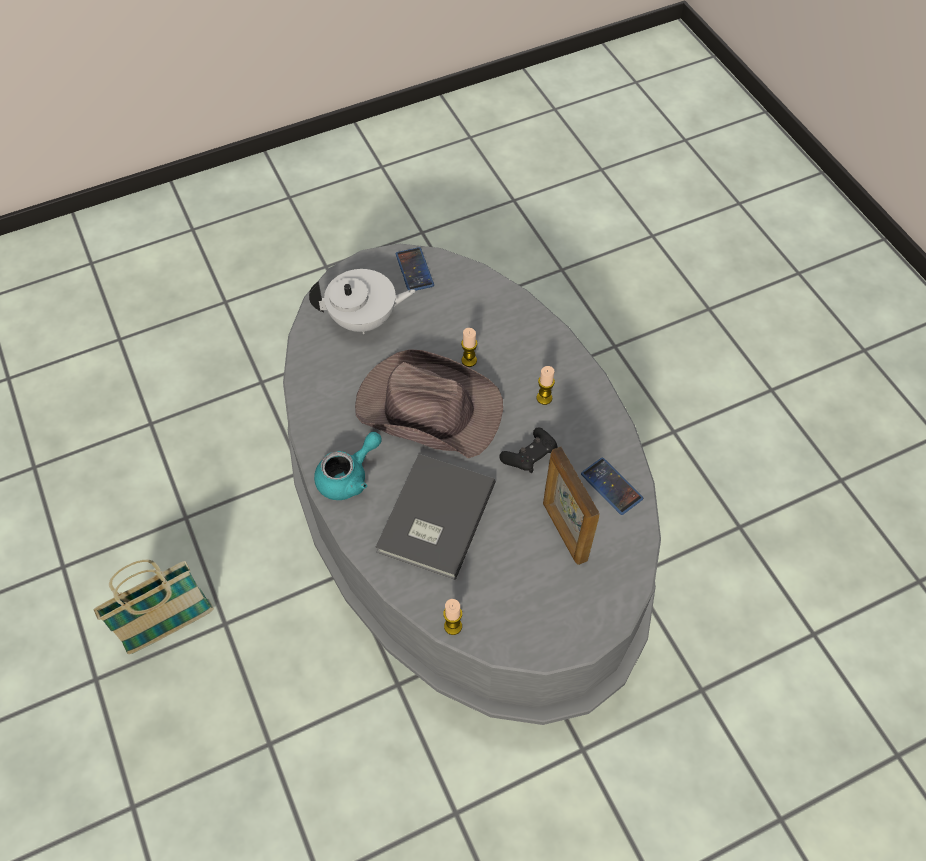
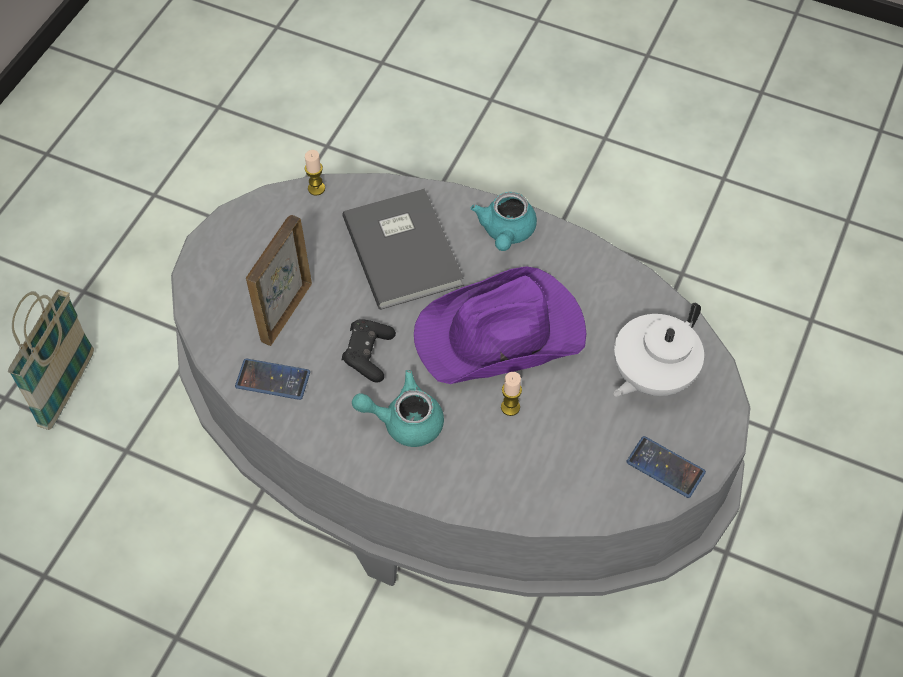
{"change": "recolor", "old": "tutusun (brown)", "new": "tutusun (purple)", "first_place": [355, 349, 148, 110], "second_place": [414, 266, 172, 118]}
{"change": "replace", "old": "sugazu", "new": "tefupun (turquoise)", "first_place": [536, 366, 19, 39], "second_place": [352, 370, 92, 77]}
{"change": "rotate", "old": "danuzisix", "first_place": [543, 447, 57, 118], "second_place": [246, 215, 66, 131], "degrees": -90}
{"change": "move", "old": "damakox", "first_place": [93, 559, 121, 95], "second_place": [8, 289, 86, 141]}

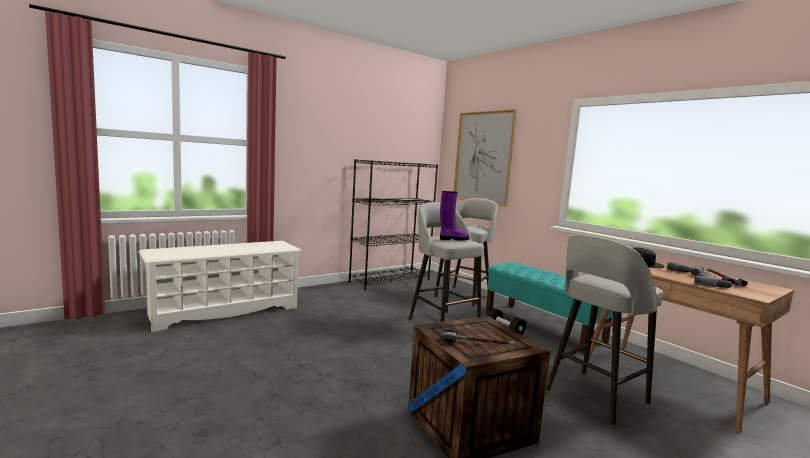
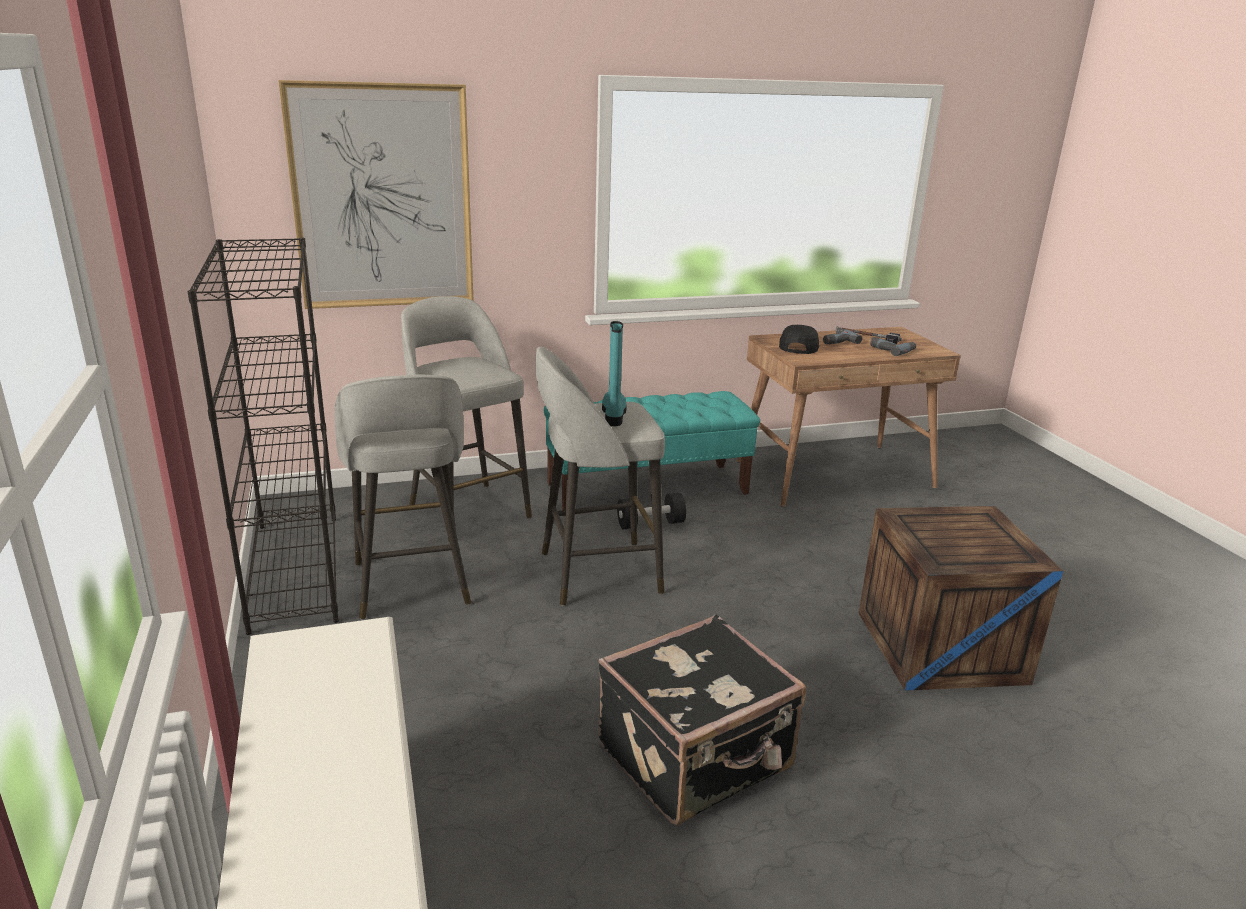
{"change": "recolor", "old": "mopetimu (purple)", "new": "mopetimu (turquoise)", "first_place": [440, 191, 29, 50], "second_place": [602, 321, 25, 105]}
{"change": "move", "old": "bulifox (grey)", "first_place": [546, 235, 117, 191], "second_place": [335, 375, 136, 244]}
{"change": "delete", "old": "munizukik", "first_place": [441, 329, 73, 17]}
{"change": "insert", "new": "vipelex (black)", "second_place": [599, 614, 207, 211]}

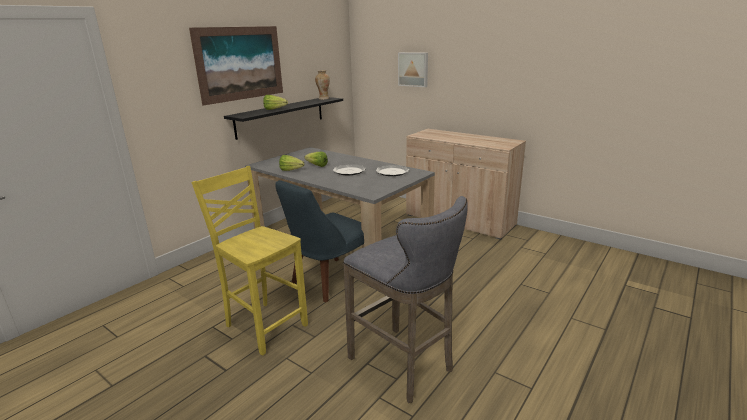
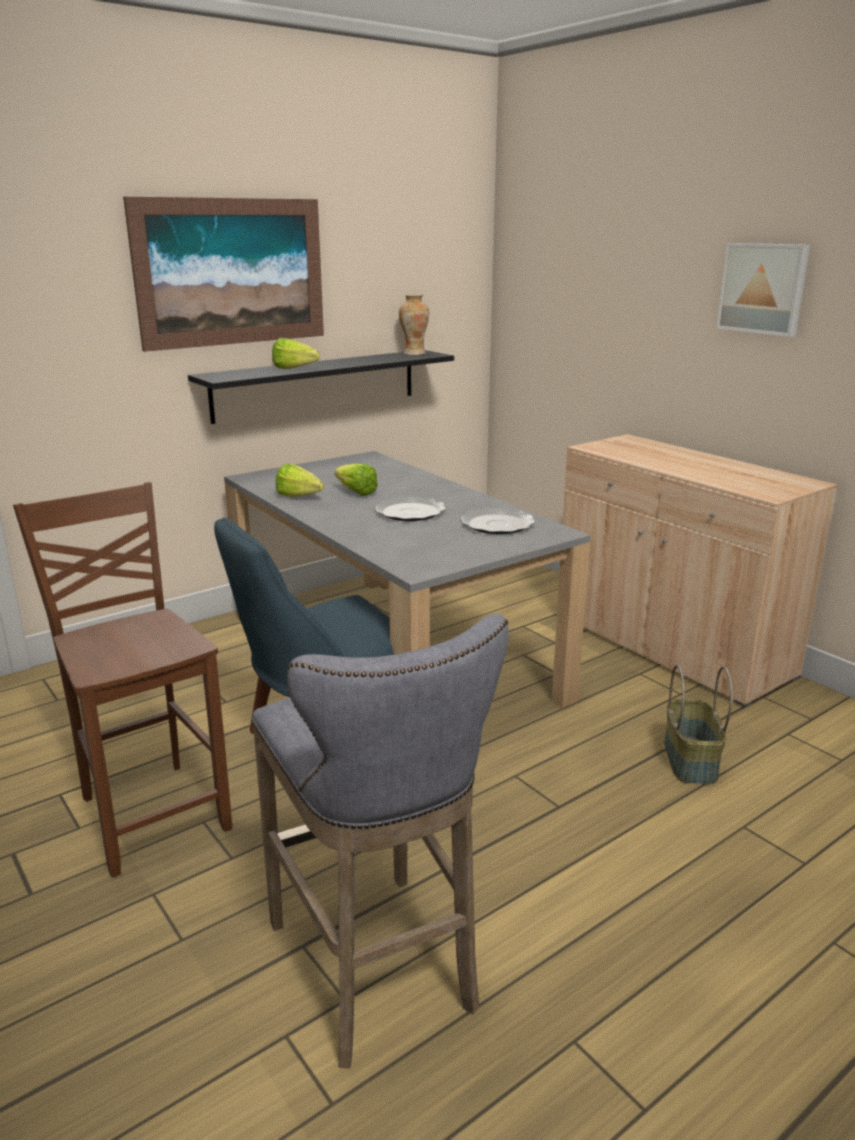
{"change": "move", "old": "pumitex", "first_place": [398, 52, 30, 35], "second_place": [716, 243, 94, 94]}
{"change": "recolor", "old": "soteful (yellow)", "new": "soteful (brown)", "first_place": [192, 166, 116, 190], "second_place": [13, 482, 219, 396]}
{"change": "insert", "new": "damakox", "second_place": [664, 665, 69, 119]}

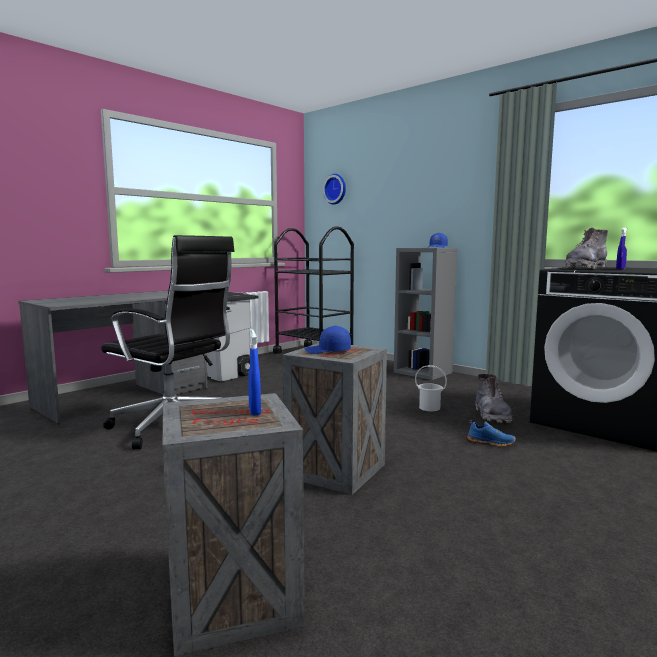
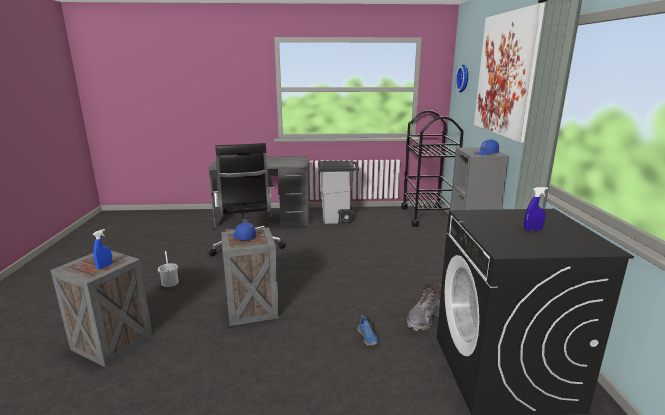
{"change": "delete", "old": "mopetimu (grey)", "first_place": [565, 228, 43, 41]}
{"change": "move", "old": "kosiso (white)", "first_place": [415, 365, 32, 46], "second_place": [158, 251, 21, 36]}
{"change": "insert", "new": "pumitex", "second_place": [474, 3, 71, 139]}

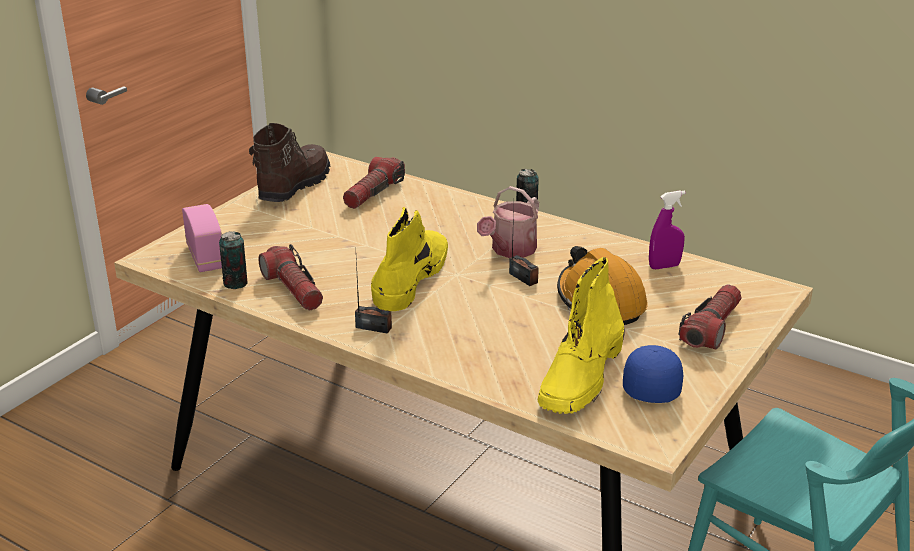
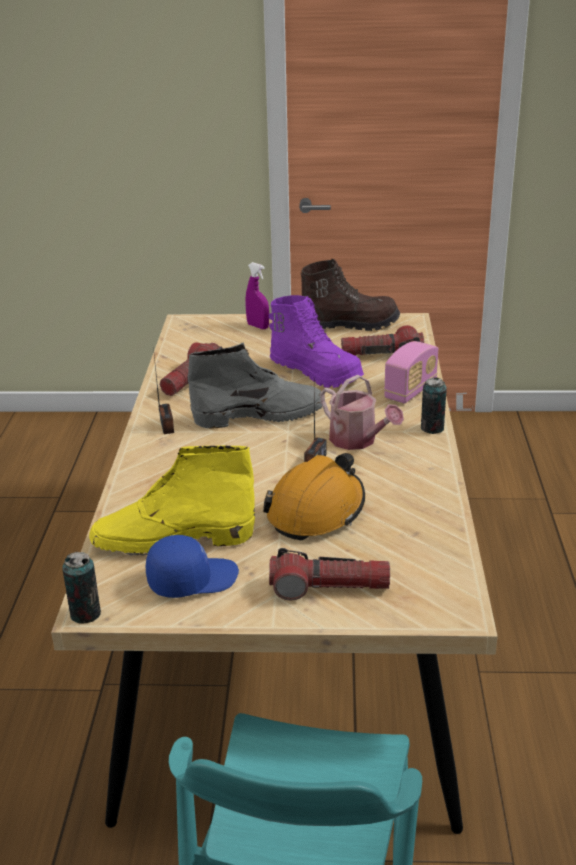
{"change": "rotate", "old": "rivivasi", "first_place": [477, 186, 62, 72], "second_place": [320, 375, 84, 75], "degrees": -135}
{"change": "move", "old": "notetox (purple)", "first_place": [649, 191, 37, 78], "second_place": [246, 262, 23, 67]}
{"change": "move", "old": "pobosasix", "first_place": [182, 204, 40, 68], "second_place": [384, 341, 54, 62]}
{"change": "recolor", "old": "mopetimu (yellow)", "new": "mopetimu (grey)", "first_place": [371, 207, 77, 104], "second_place": [188, 343, 134, 86]}
{"change": "move", "old": "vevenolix", "first_place": [219, 231, 29, 58], "second_place": [62, 552, 39, 72]}
{"change": "insert", "new": "mopetimu (purple)", "second_place": [269, 295, 95, 93]}

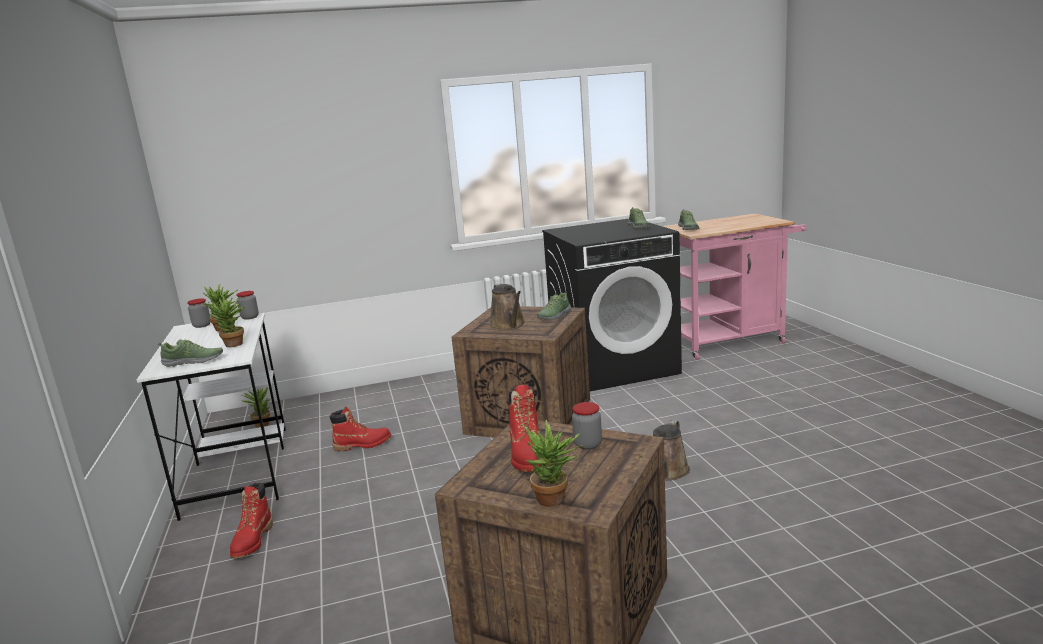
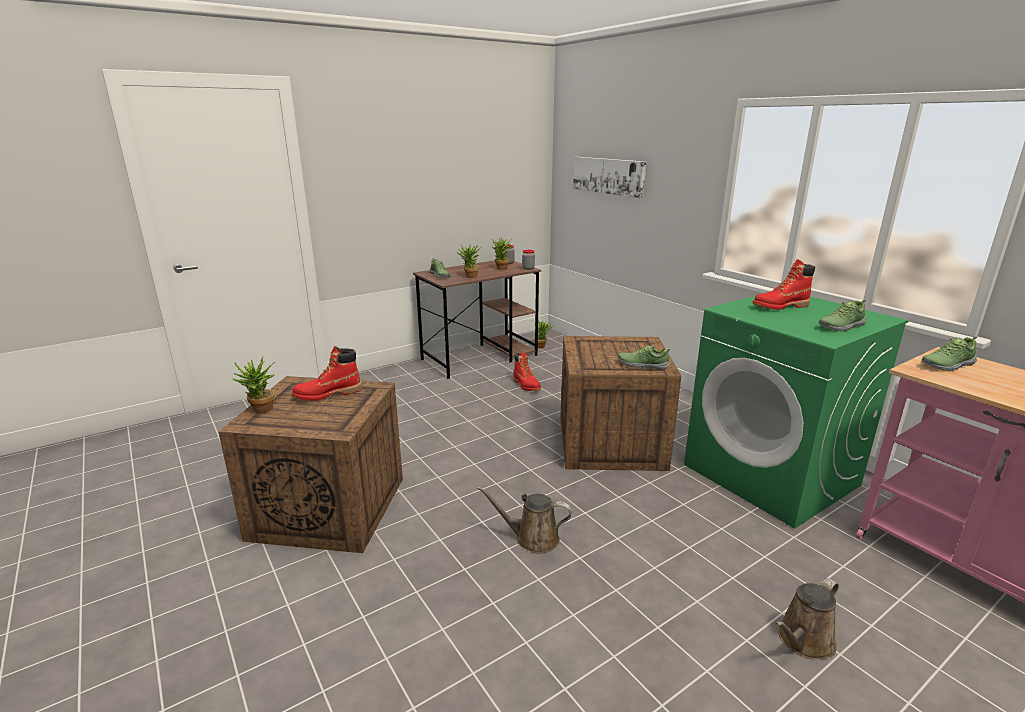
{"change": "recolor", "old": "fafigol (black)", "new": "fafigol (green)", "first_place": [542, 219, 140, 172], "second_place": [684, 293, 224, 235]}
{"change": "move", "old": "rivivasi (brown)", "first_place": [490, 283, 35, 48], "second_place": [775, 578, 64, 82]}
{"change": "recolor", "old": "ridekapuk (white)", "new": "ridekapuk (brown)", "first_place": [137, 313, 149, 208], "second_place": [413, 260, 128, 119]}
{"change": "delete", "old": "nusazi", "first_place": [572, 402, 30, 48]}
{"change": "move", "old": "mopetimu (red)", "first_place": [230, 483, 43, 75], "second_place": [753, 259, 62, 51]}
{"change": "insert", "new": "pumitex", "second_place": [573, 157, 73, 41]}

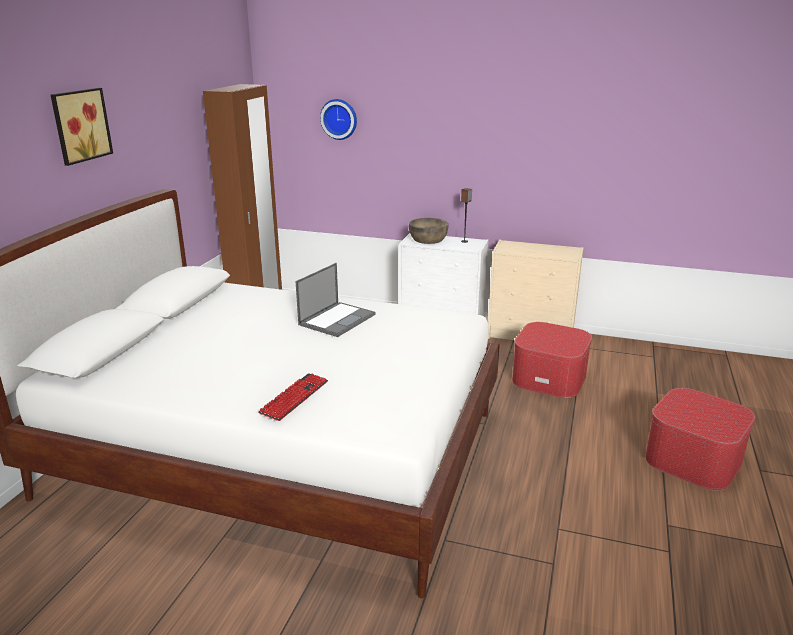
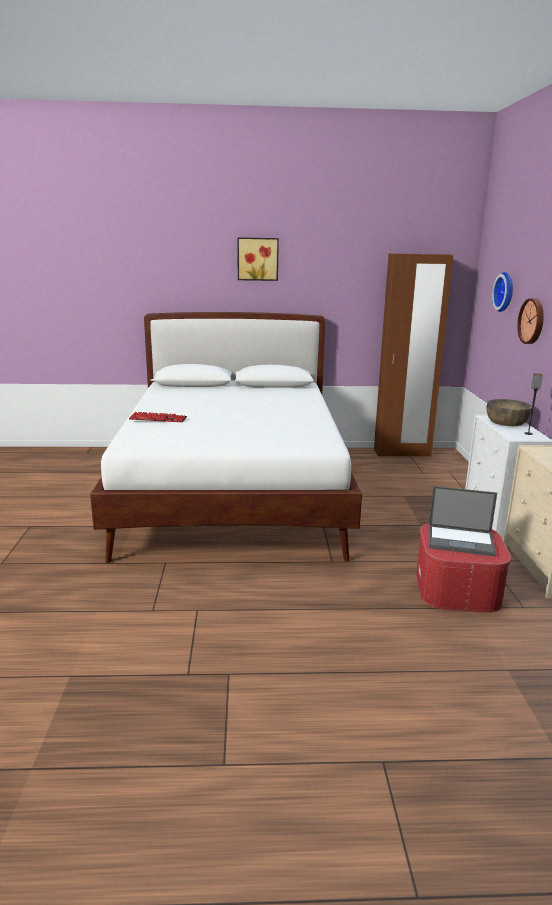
{"change": "move", "old": "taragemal", "first_place": [296, 263, 80, 74], "second_place": [429, 486, 68, 71]}
{"change": "delete", "old": "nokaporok", "first_place": [645, 388, 110, 103]}
{"change": "insert", "new": "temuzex", "second_place": [517, 298, 27, 46]}

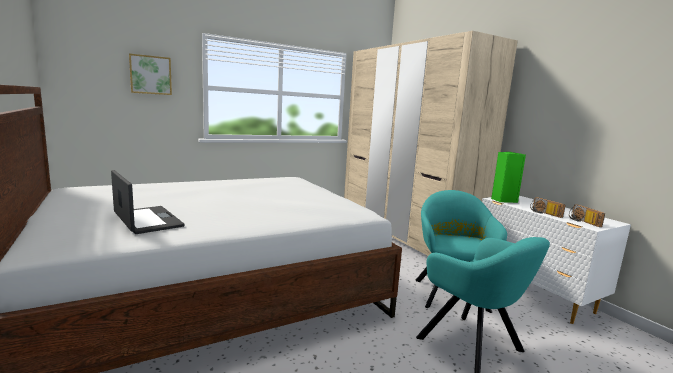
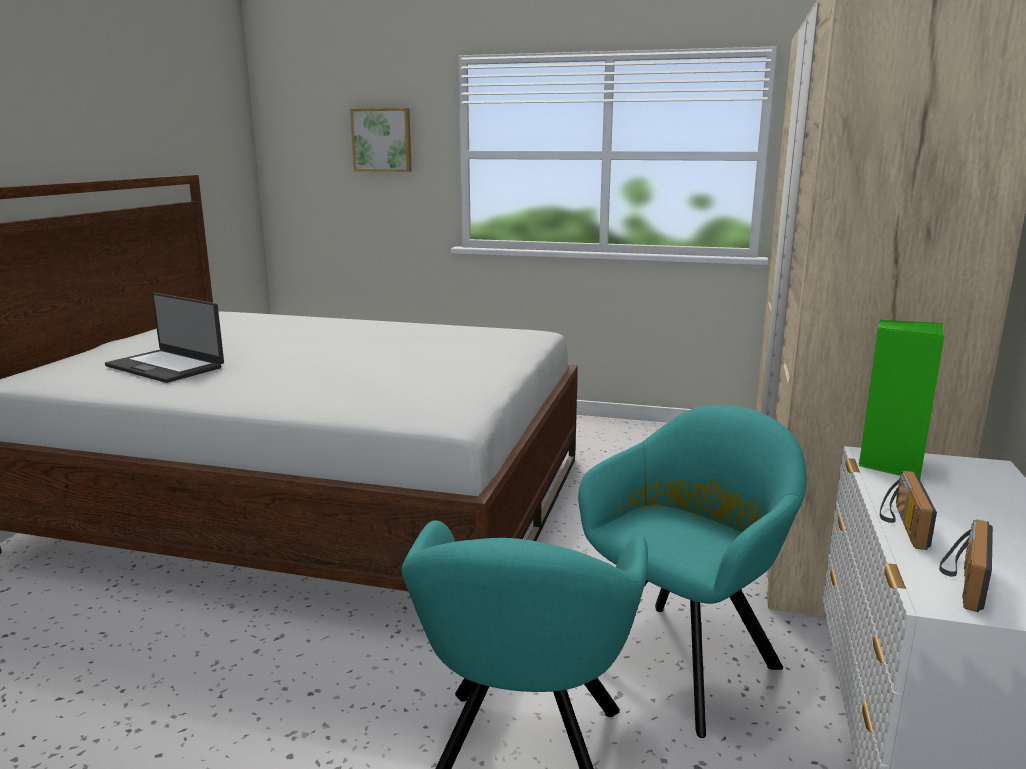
{"change": "rotate", "old": "taragemal", "first_place": [111, 170, 74, 64], "second_place": [105, 293, 119, 90], "degrees": 120}

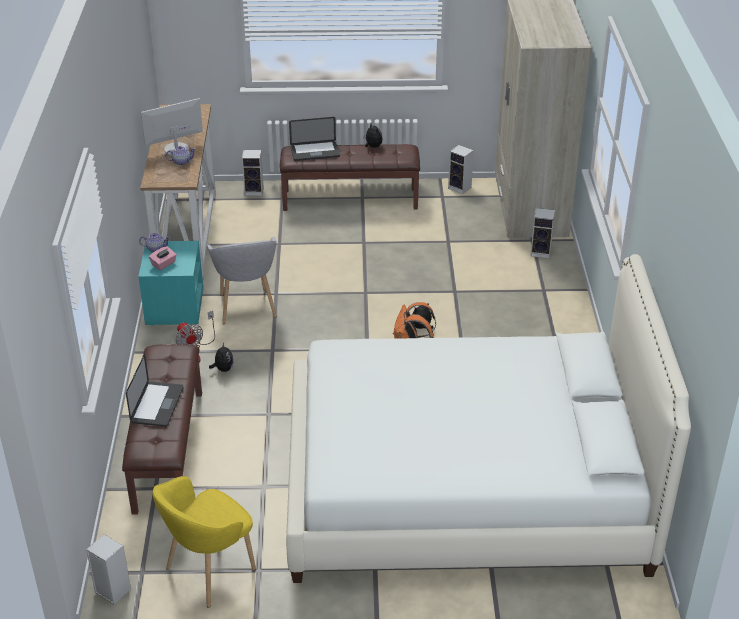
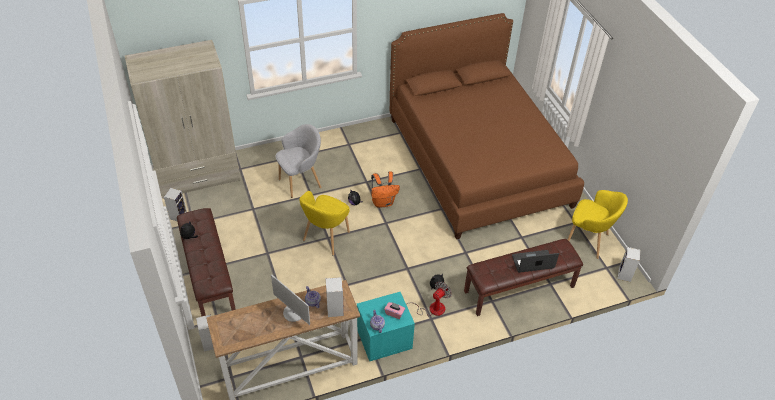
{"change": "delete", "old": "taragemal", "first_place": [289, 117, 51, 44]}
{"change": "move", "old": "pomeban", "first_place": [531, 208, 24, 50], "second_place": [326, 277, 18, 40]}
{"change": "move", "old": "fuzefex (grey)", "first_place": [207, 236, 70, 88], "second_place": [275, 124, 47, 74]}
{"change": "recolor", "old": "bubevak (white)", "new": "bubevak (brown)", "first_place": [286, 254, 405, 329], "second_place": [390, 13, 194, 226]}
{"change": "insert", "new": "fuzefex (yellow)", "second_place": [299, 191, 51, 64]}

